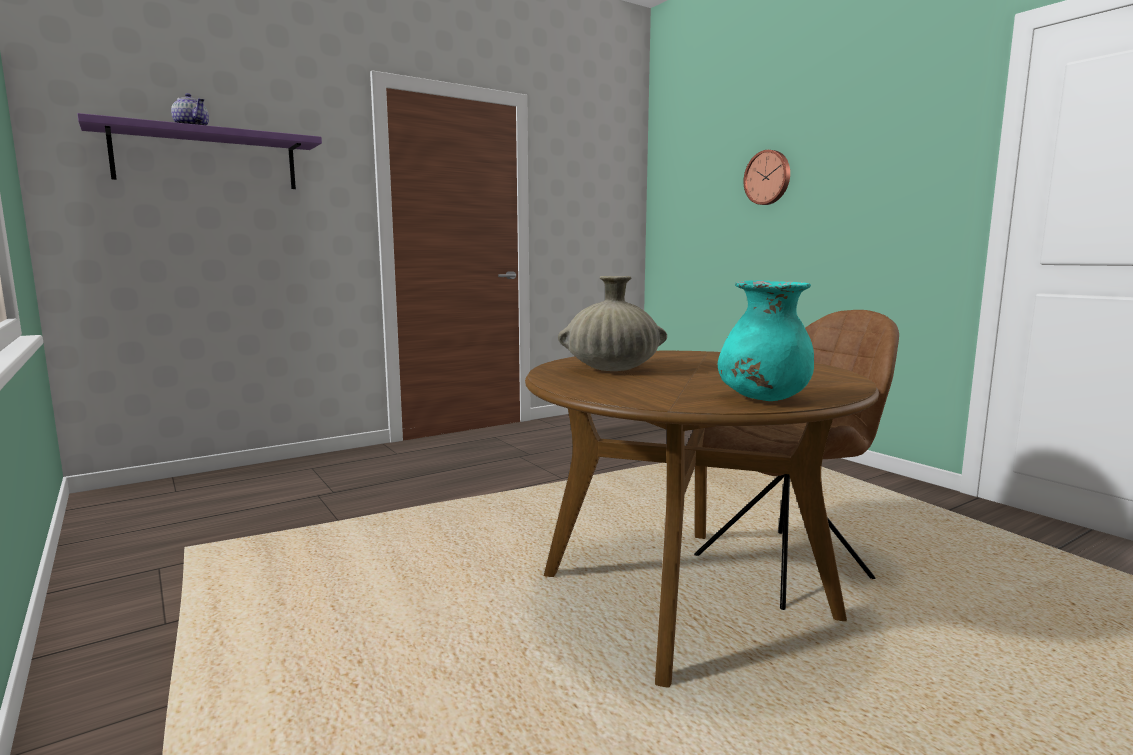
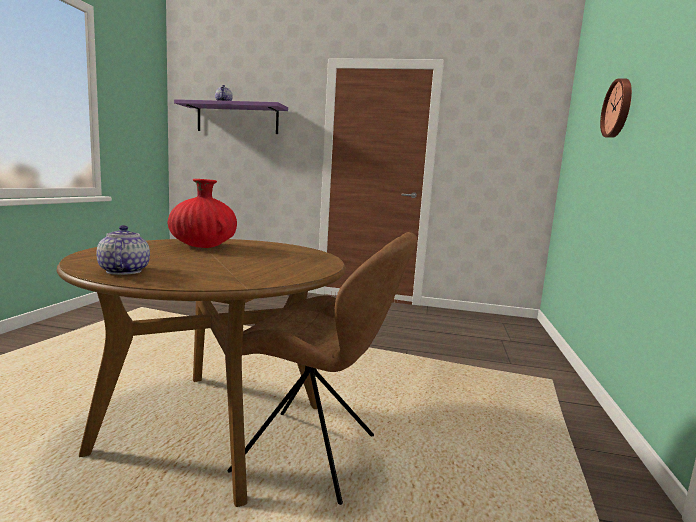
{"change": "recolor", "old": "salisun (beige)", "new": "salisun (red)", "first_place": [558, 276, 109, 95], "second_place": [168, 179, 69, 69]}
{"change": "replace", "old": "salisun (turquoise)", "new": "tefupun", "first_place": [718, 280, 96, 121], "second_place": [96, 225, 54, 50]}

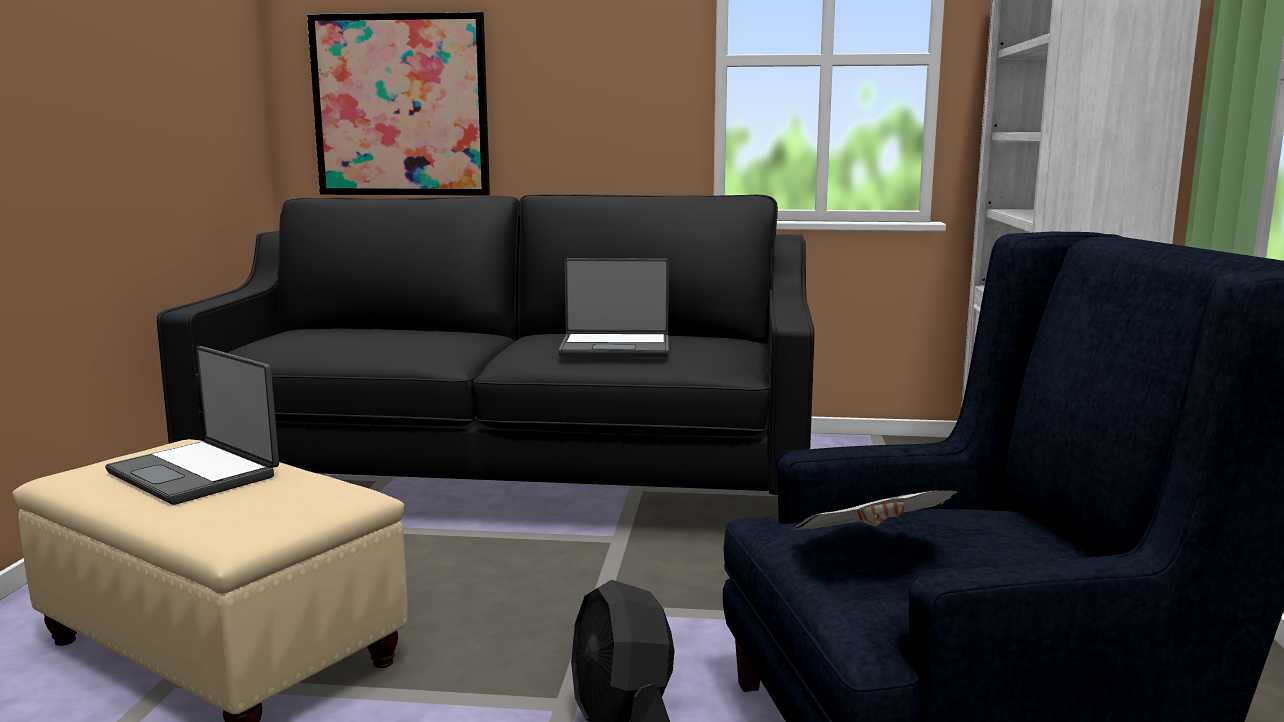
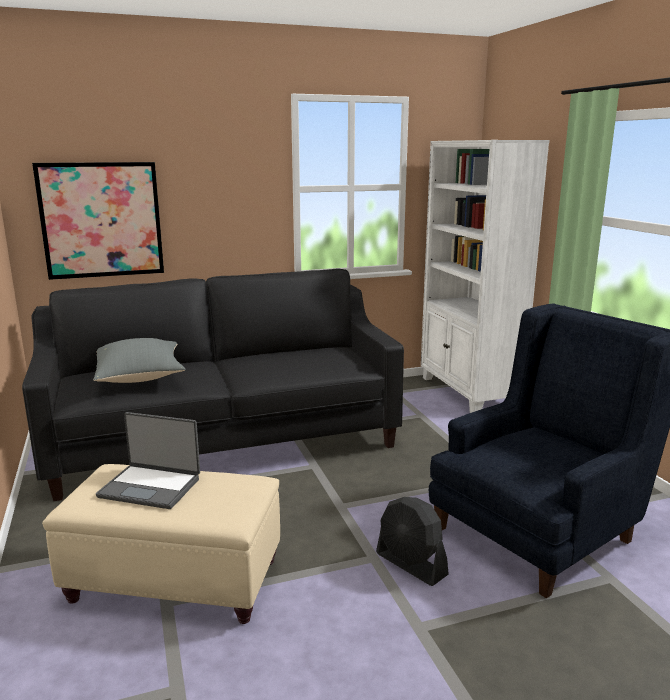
{"change": "delete", "old": "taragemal", "first_place": [558, 258, 111, 99]}
{"change": "delete", "old": "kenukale", "first_place": [792, 490, 166, 40]}
{"change": "insert", "new": "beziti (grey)", "second_place": [93, 338, 92, 45]}

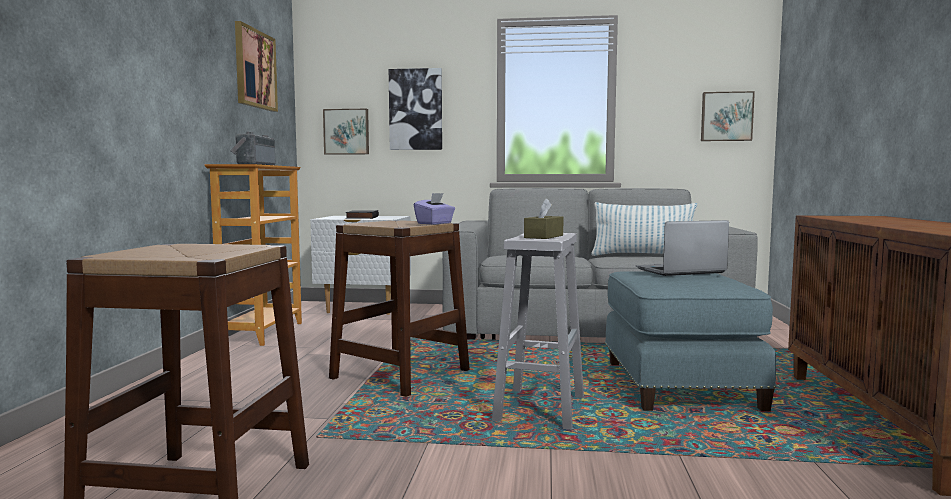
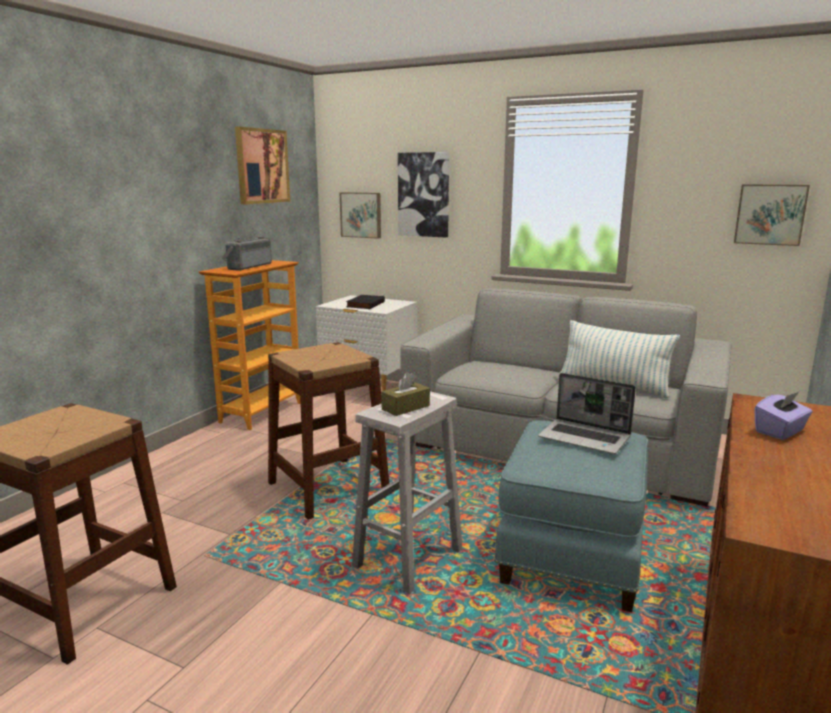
{"change": "move", "old": "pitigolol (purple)", "first_place": [414, 193, 41, 32], "second_place": [754, 391, 59, 49]}
{"change": "rotate", "old": "taragemal", "first_place": [636, 220, 93, 56], "second_place": [538, 373, 98, 81], "degrees": -150}

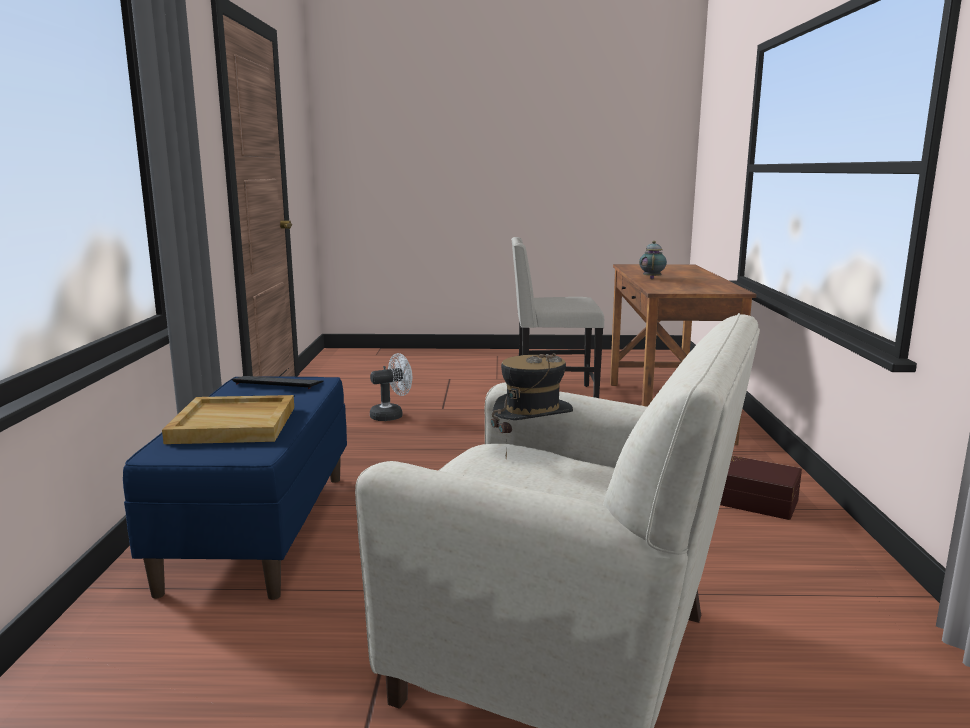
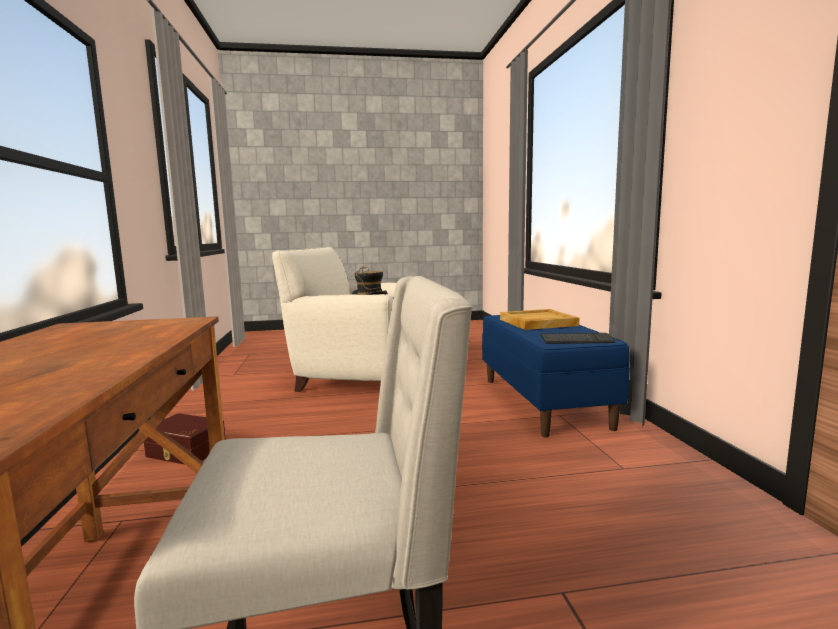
{"change": "delete", "old": "tefupun", "first_place": [639, 241, 28, 38]}
{"change": "delete", "old": "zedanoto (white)", "first_place": [370, 353, 42, 68]}

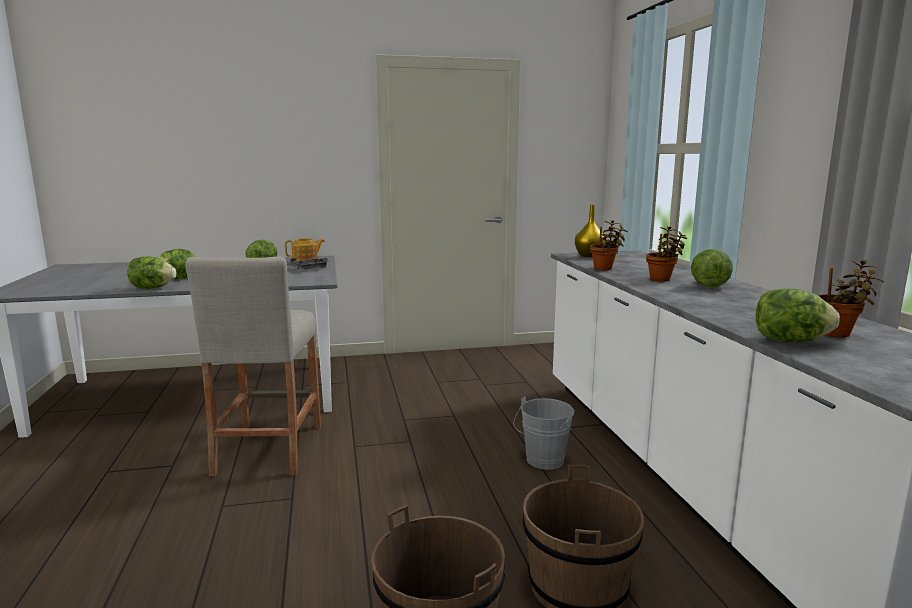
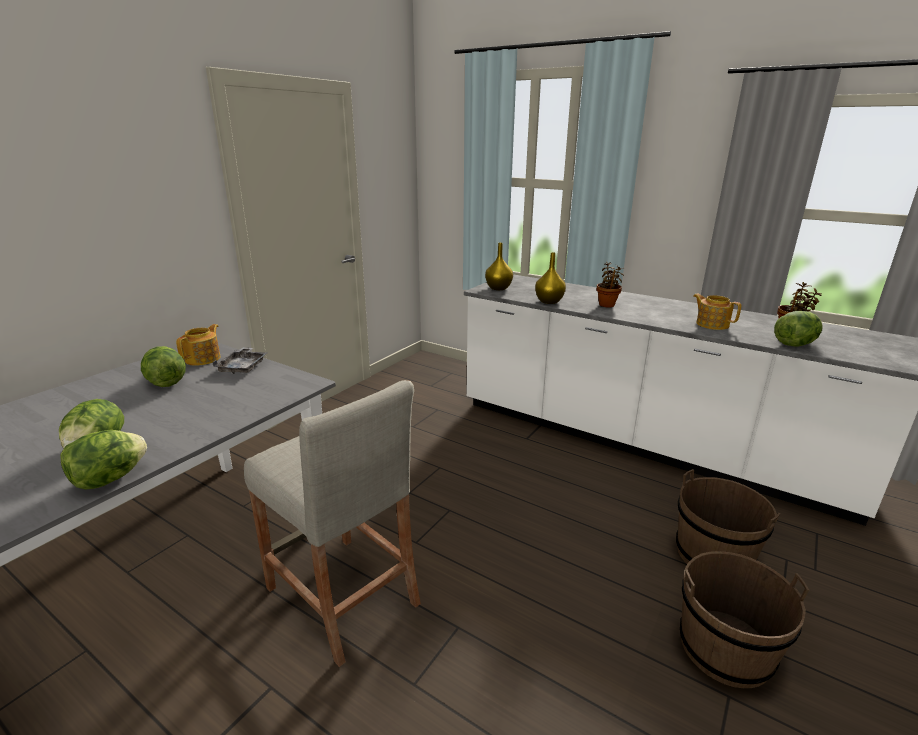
{"change": "replace", "old": "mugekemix", "new": "salisun (yellow)", "first_place": [590, 220, 38, 50], "second_place": [535, 252, 31, 52]}
{"change": "delete", "old": "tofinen", "first_place": [691, 249, 42, 38]}
{"change": "delete", "old": "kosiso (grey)", "first_place": [514, 397, 61, 73]}
{"change": "insert", "new": "tefupun", "second_place": [693, 294, 48, 36]}

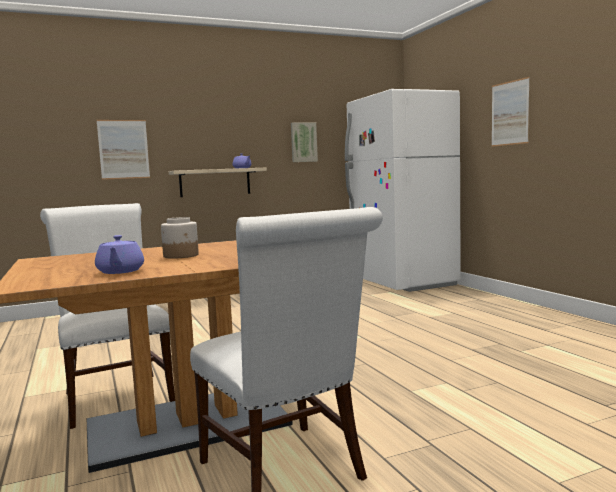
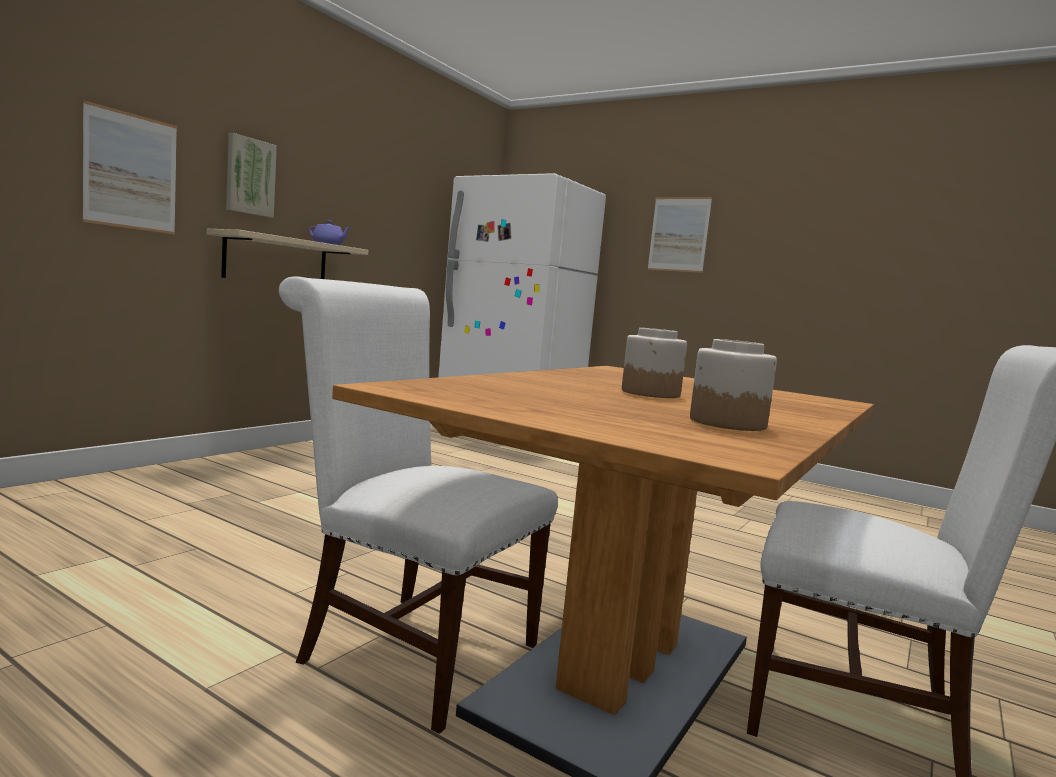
{"change": "move", "old": "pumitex", "first_place": [291, 123, 27, 39], "second_place": [226, 133, 51, 85]}
{"change": "replace", "old": "tefupun (purple)", "new": "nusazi", "first_place": [95, 235, 49, 39], "second_place": [690, 339, 87, 92]}

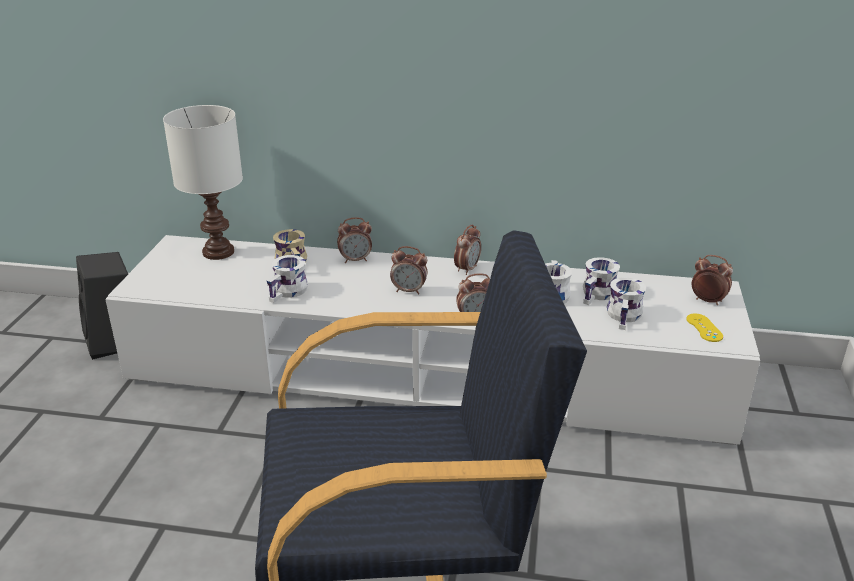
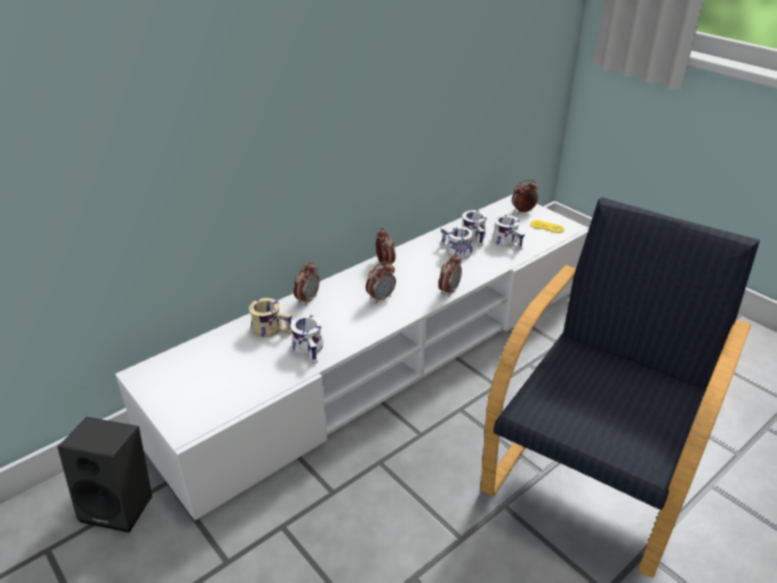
{"change": "delete", "old": "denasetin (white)", "first_place": [163, 105, 80, 155]}

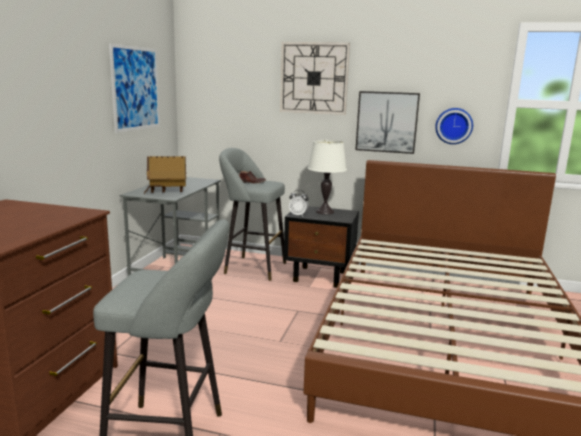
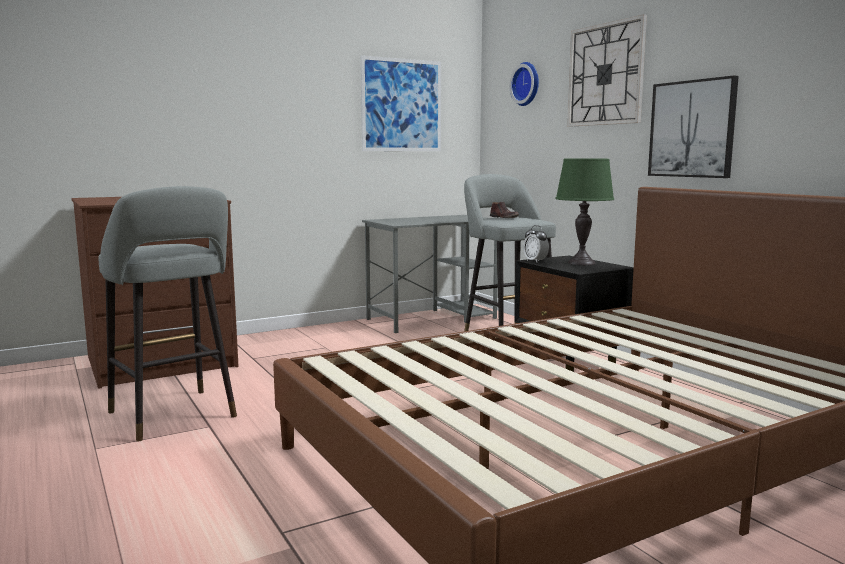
{"change": "move", "old": "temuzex", "first_place": [435, 108, 38, 36], "second_place": [510, 62, 29, 44]}
{"change": "recolor", "old": "denasetin (white)", "new": "denasetin (green)", "first_place": [308, 140, 39, 74], "second_place": [555, 159, 59, 106]}
{"change": "delete", "old": "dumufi", "first_place": [144, 156, 42, 38]}

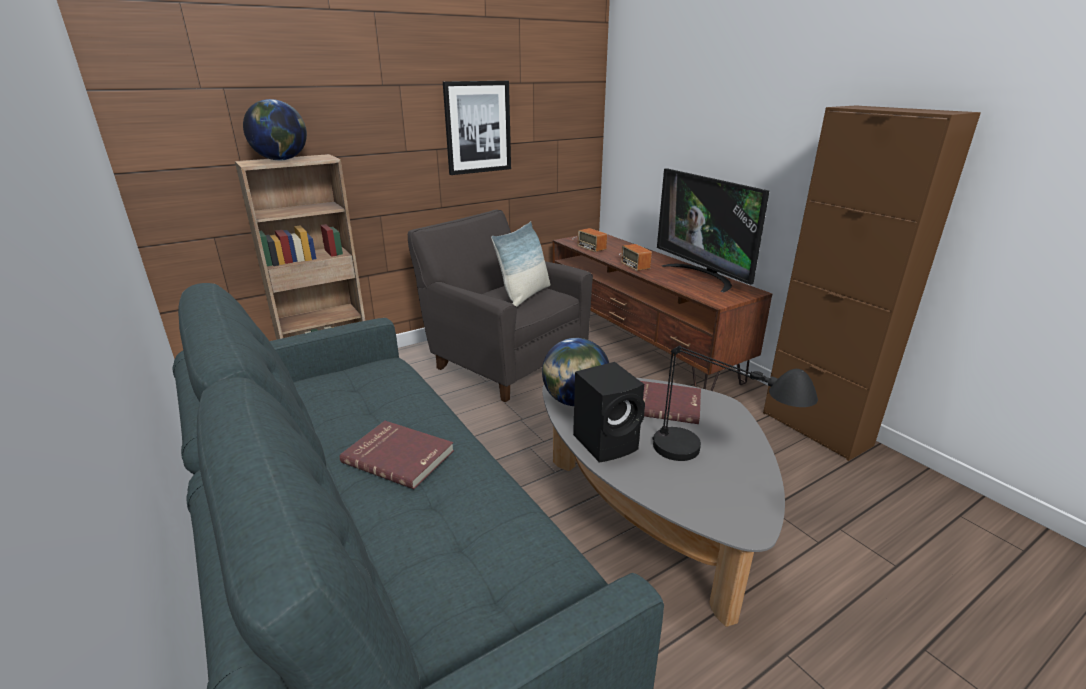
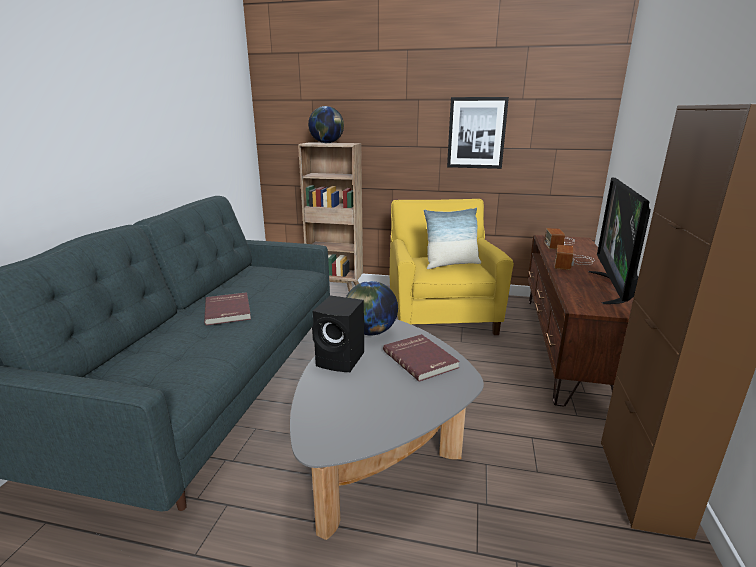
{"change": "recolor", "old": "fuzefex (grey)", "new": "fuzefex (yellow)", "first_place": [408, 209, 185, 193], "second_place": [390, 199, 124, 136]}
{"change": "delete", "old": "denasetin (black)", "first_place": [652, 345, 166, 116]}

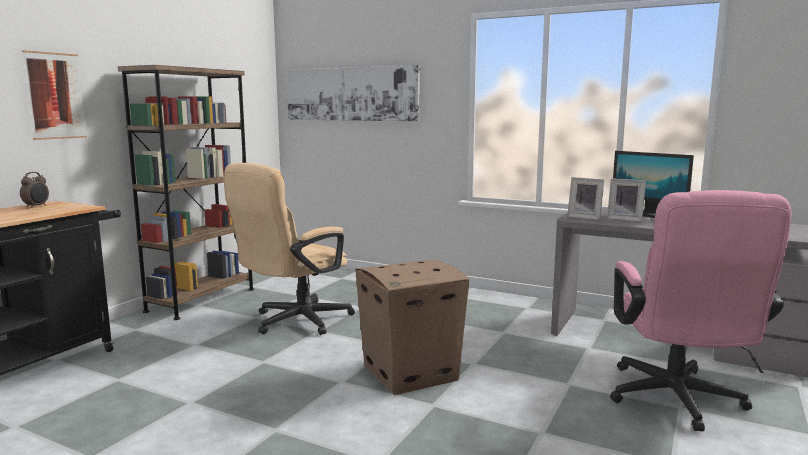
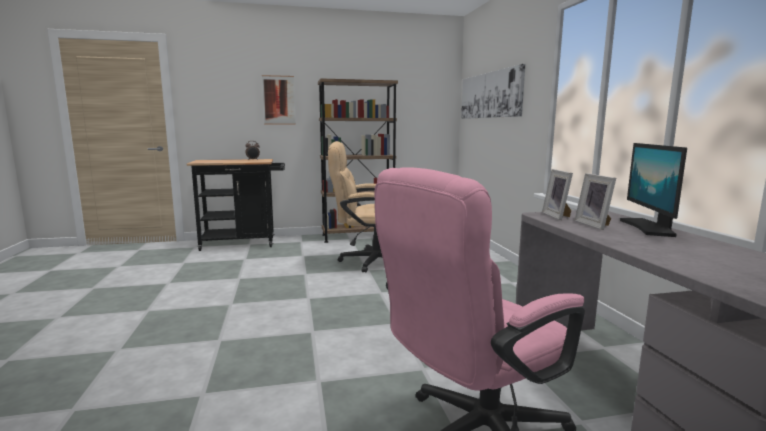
{"change": "delete", "old": "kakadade", "first_place": [355, 260, 114, 135]}

